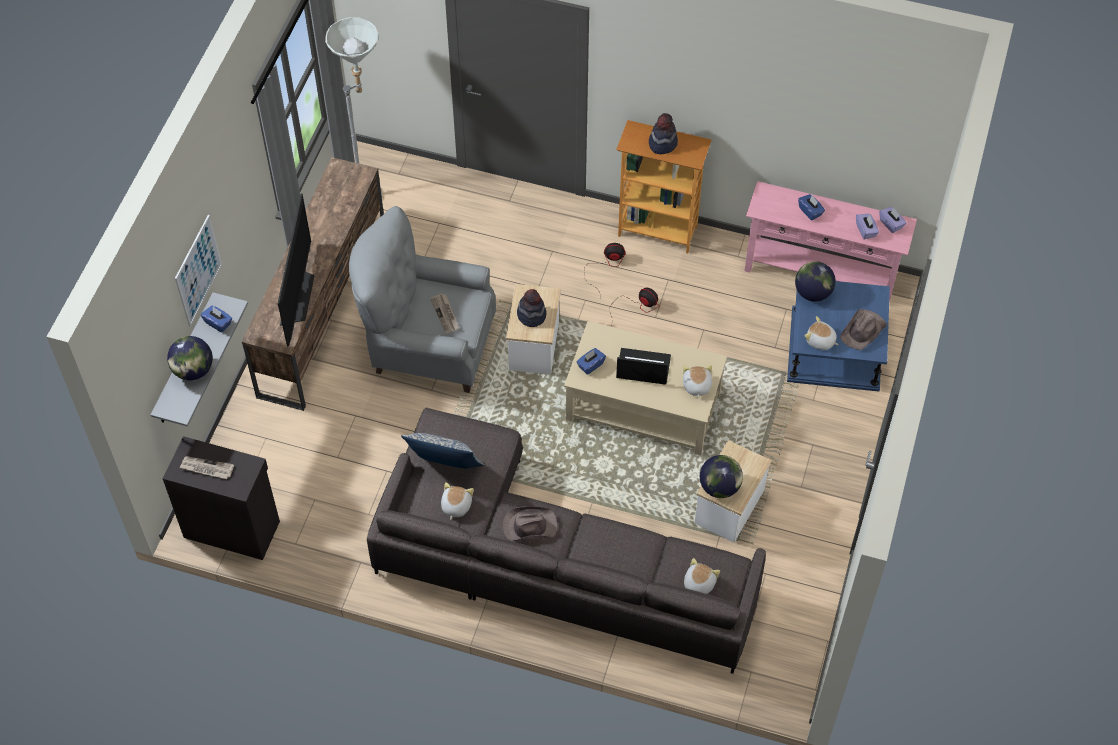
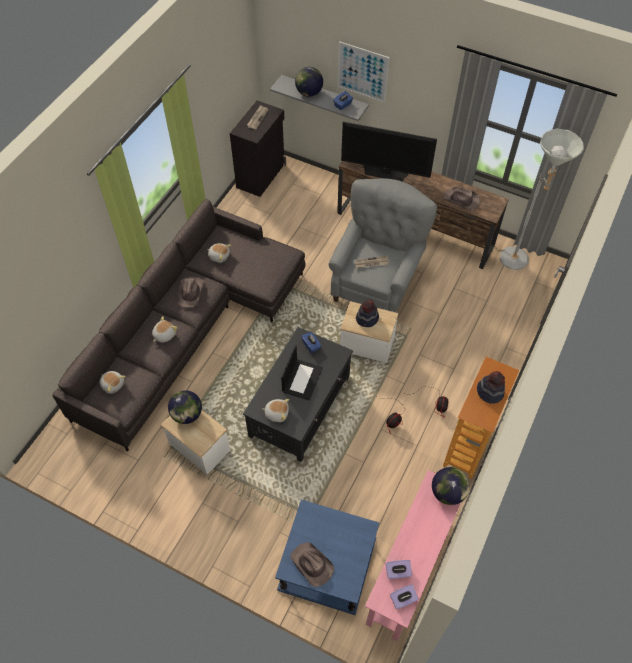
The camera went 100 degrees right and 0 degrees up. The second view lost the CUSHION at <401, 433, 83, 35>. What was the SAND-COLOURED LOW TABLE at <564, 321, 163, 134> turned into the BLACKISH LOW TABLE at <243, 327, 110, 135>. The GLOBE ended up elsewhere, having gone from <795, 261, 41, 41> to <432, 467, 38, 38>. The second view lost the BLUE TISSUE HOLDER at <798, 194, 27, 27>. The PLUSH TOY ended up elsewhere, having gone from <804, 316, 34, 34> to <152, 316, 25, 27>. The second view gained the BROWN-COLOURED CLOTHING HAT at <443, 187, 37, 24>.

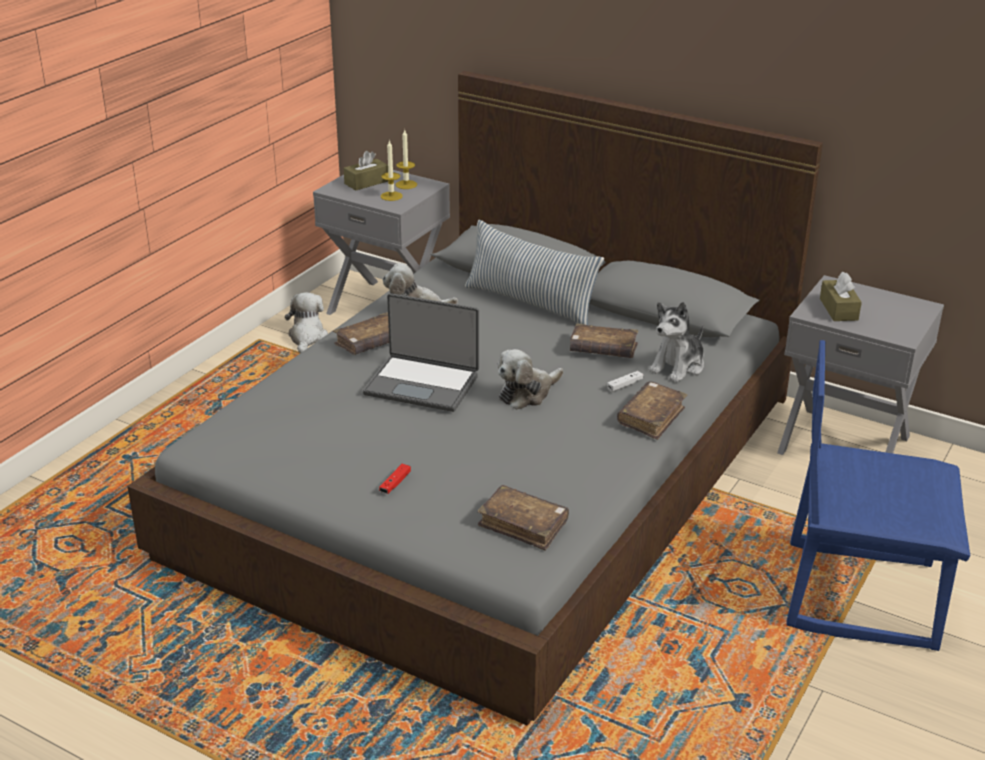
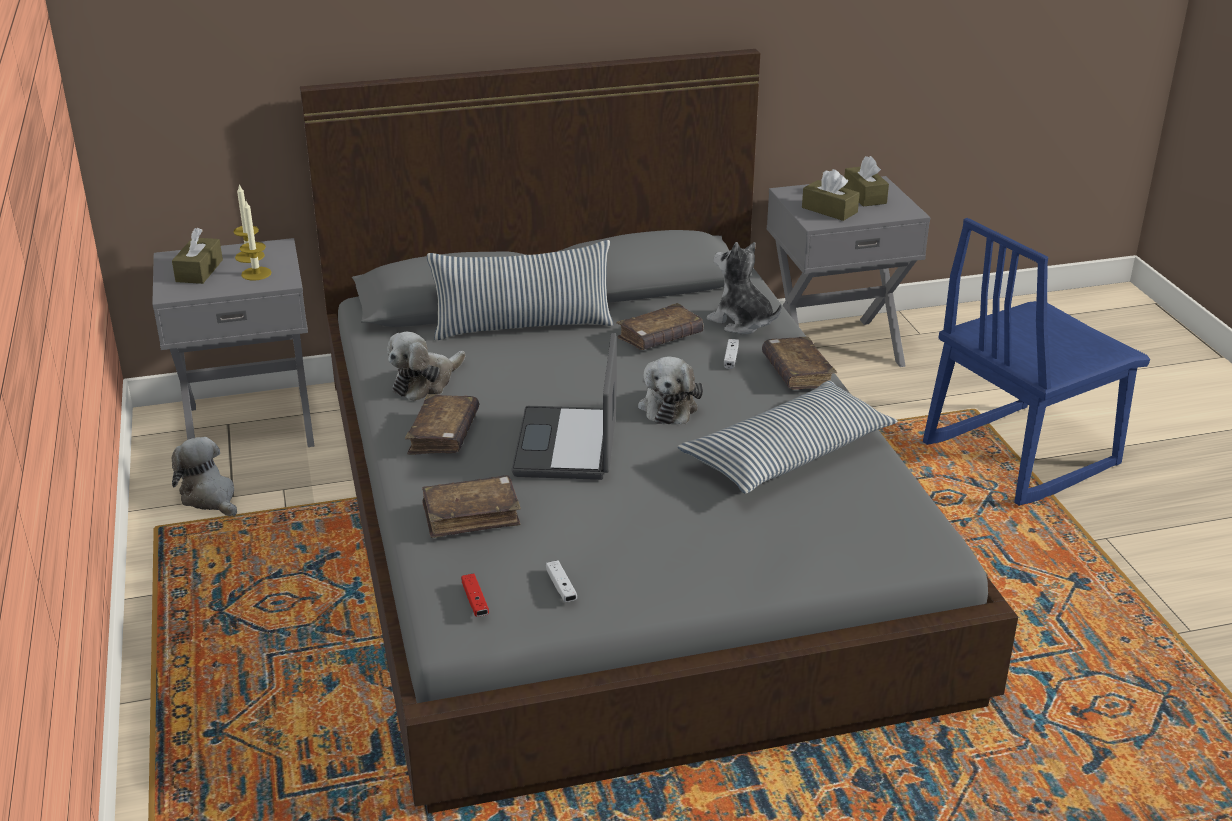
The camera went 45 degrees left and 0 degrees up. The NOTEBOOK COMPUTER at <363, 293, 116, 119> ended up facing another way, 120 degrees clockwise from before. The RED-COLOURED JOYPAD ended up elsewhere, having gone from <379, 464, 32, 30> to <461, 574, 28, 43>. The BROWN-COLOURED BOOK ended up elsewhere, having gone from <478, 485, 91, 66> to <422, 475, 99, 63>. The PLUSH TOY at <649, 302, 55, 81> ended up facing another way, 135 degrees clockwise from before. The second view gained the WHITE-COLOURED JOYPAD at <546, 560, 31, 42>. The second view gained the CUSHION at <678, 381, 220, 113>. The second view gained the BROWN-COLOURED TISSUE HOLDER at <843, 156, 46, 51>.

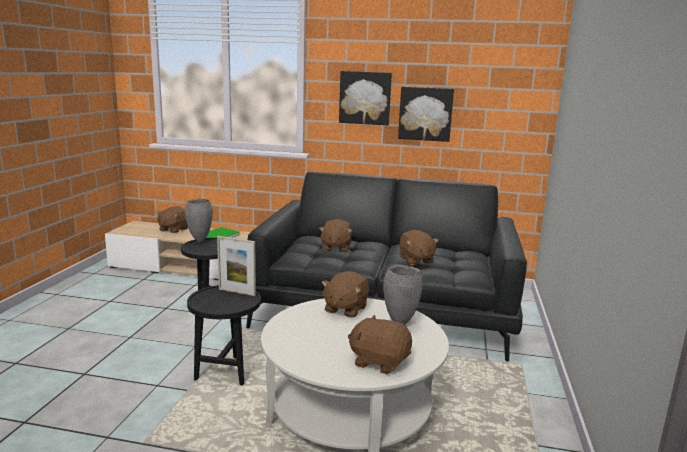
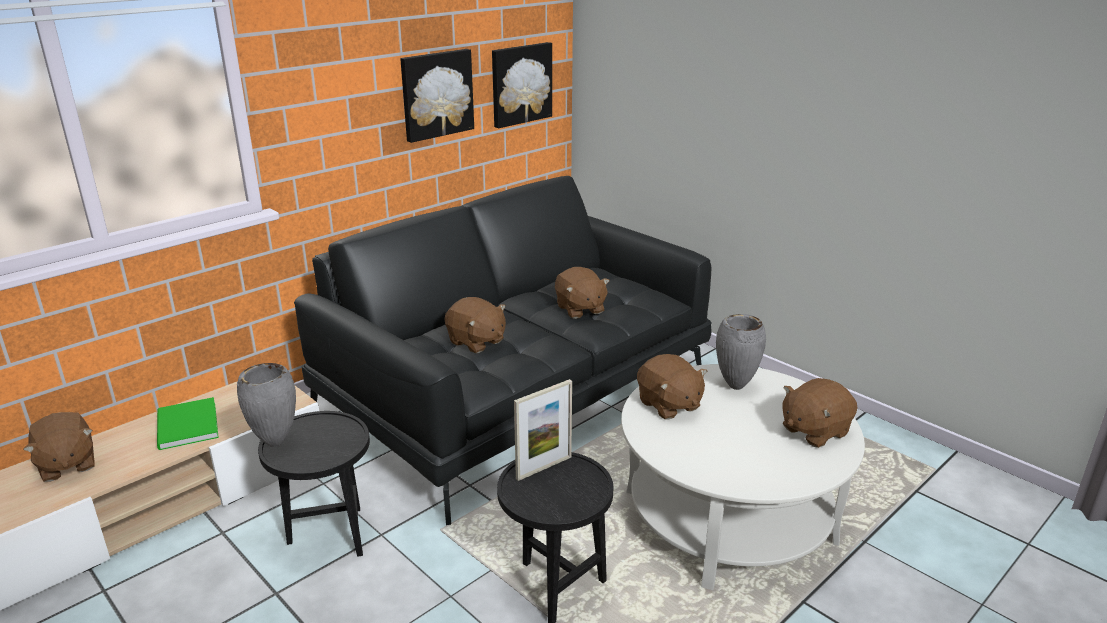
The camera went 55 degrees left and 10 degrees up. The PICTURE ended up elsewhere, having gone from <339, 71, 53, 54> to <492, 42, 60, 86>. The BROWN-COLOURED PLUSH TOY at <399, 230, 40, 35> ended up facing another way, 45 degrees clockwise from before.

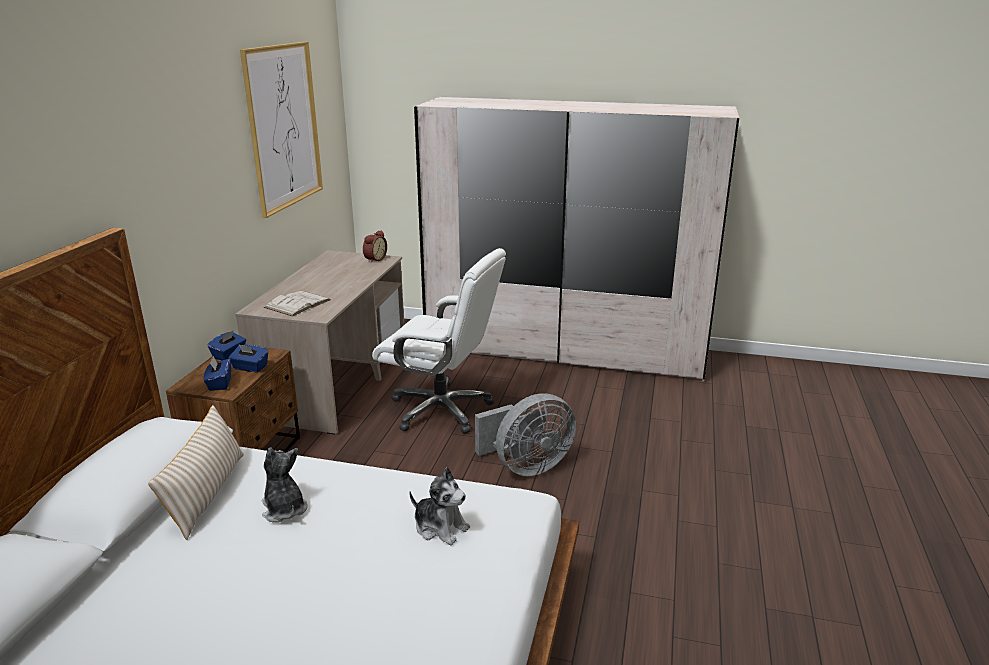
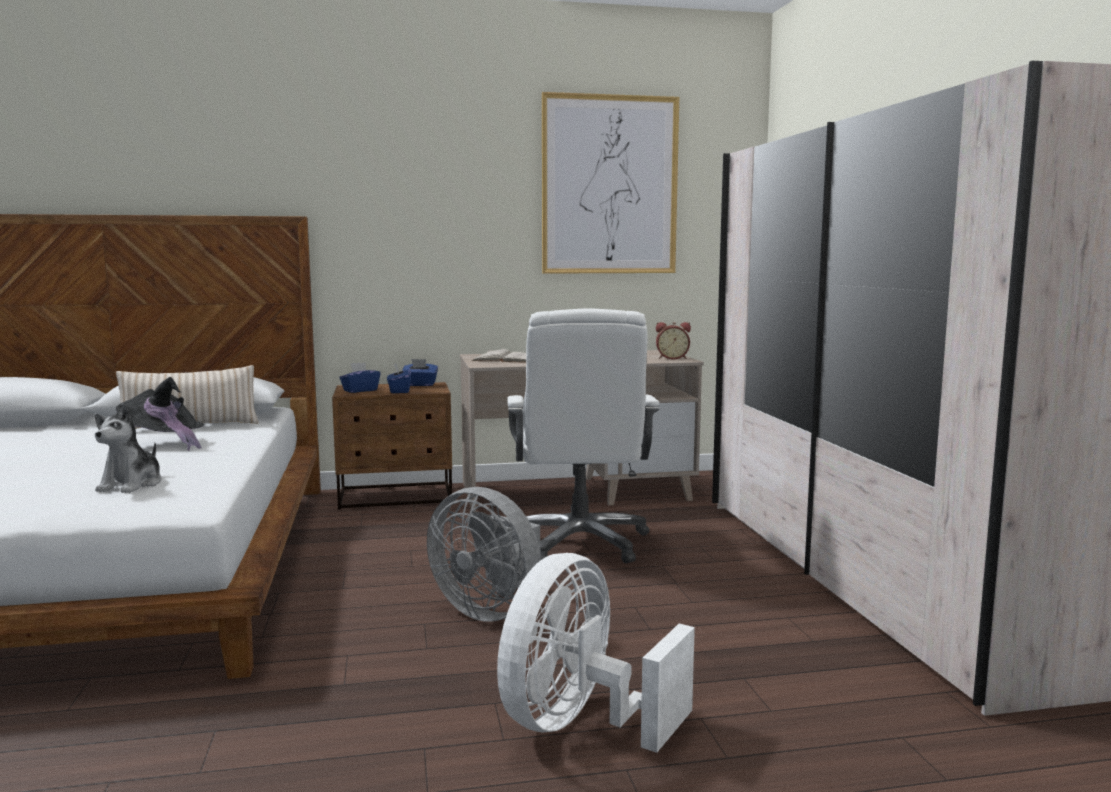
The camera went 65 degrees right and 15 degrees down. Where the PLUSH TOY stood at <262, 448, 45, 75>, the BLACKISH CLOTHING HAT came to stand at <116, 377, 89, 74>. The second view gained the WHITE-COLOURED ELECTRIC FAN at <497, 553, 198, 200>.

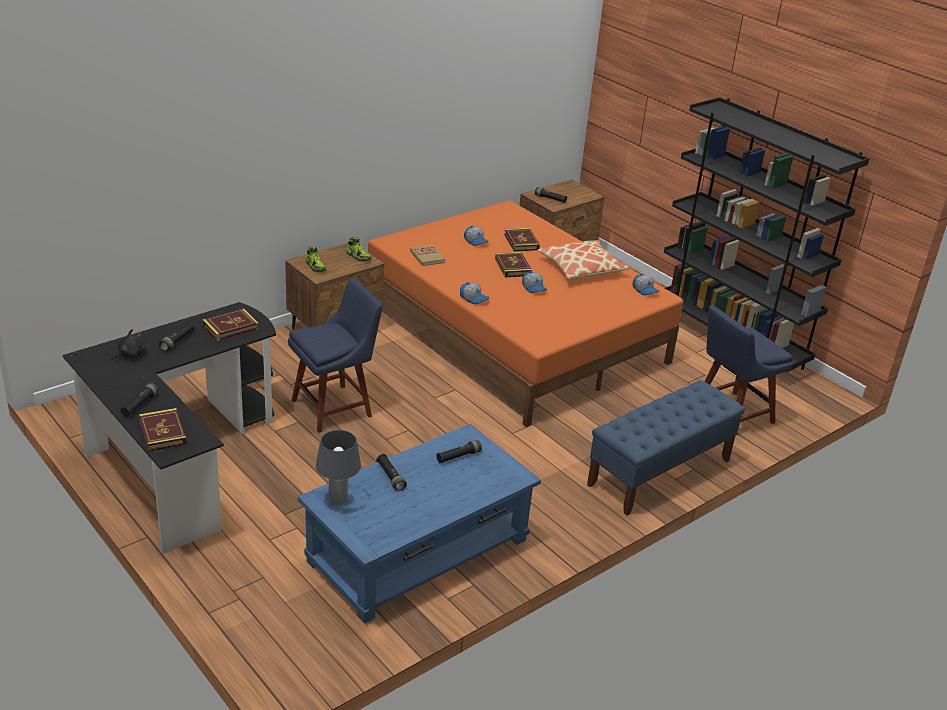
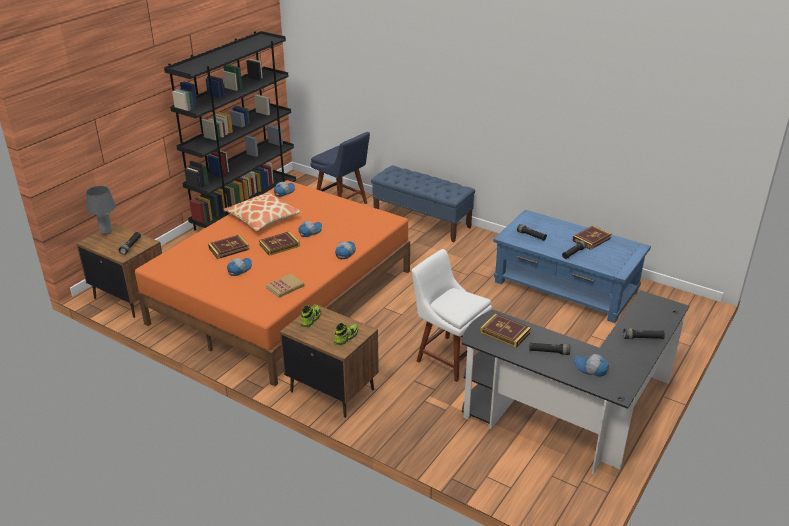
The camera went 105 degrees left and 0 degrees up. Where the BLACKISH PLUSH TOY stood at <111, 329, 34, 32>, the CAP came to stand at <574, 354, 35, 23>. The BOOK ended up elsewhere, having gone from <139, 408, 48, 44> to <572, 225, 40, 25>. What was the BLUE PLAIN CHAIR at <288, 279, 95, 154> turned into the WHITE-COLOURED PLAIN CHAIR at <412, 249, 80, 133>. The GREY TABLETOP LAMP ended up elsewhere, having gone from <316, 430, 45, 75> to <86, 186, 30, 49>.

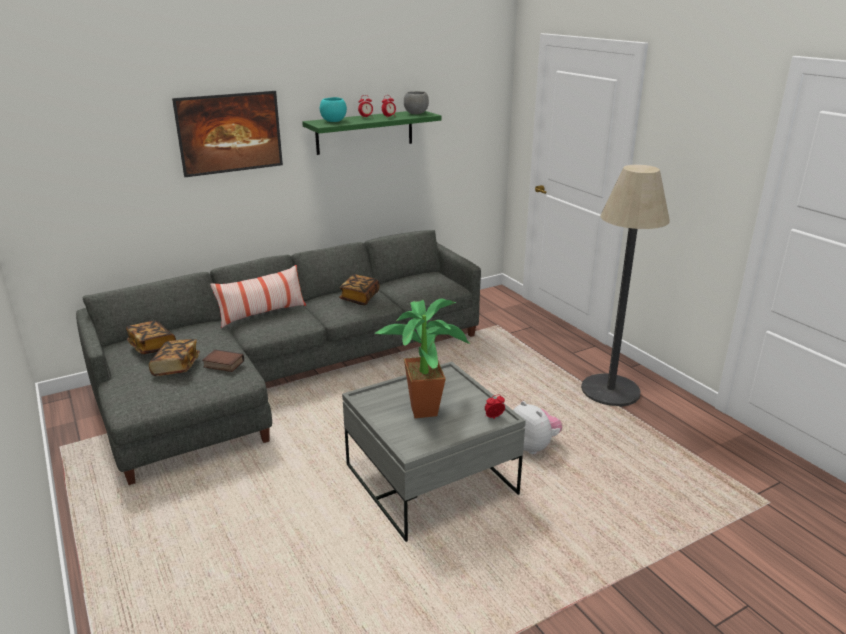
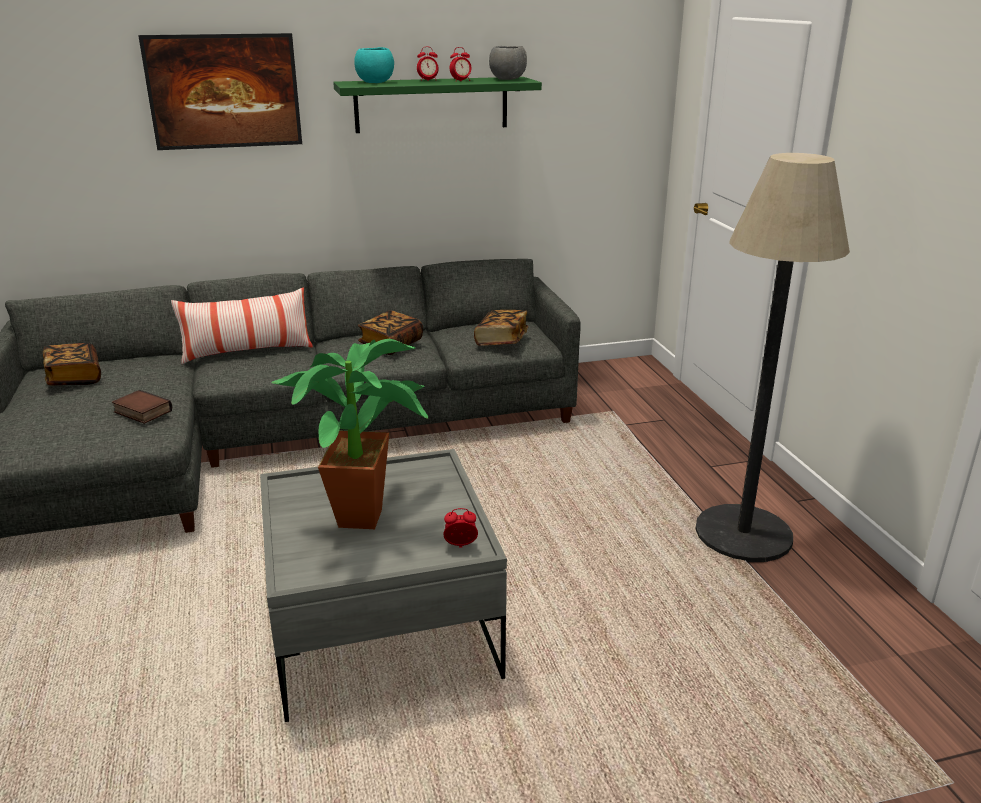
The camera went 15 degrees right and 0 degrees up. The BOOK ended up elsewhere, having gone from <149, 339, 51, 37> to <474, 310, 54, 36>. The second view lost the PLUSH TOY at <513, 401, 49, 53>.

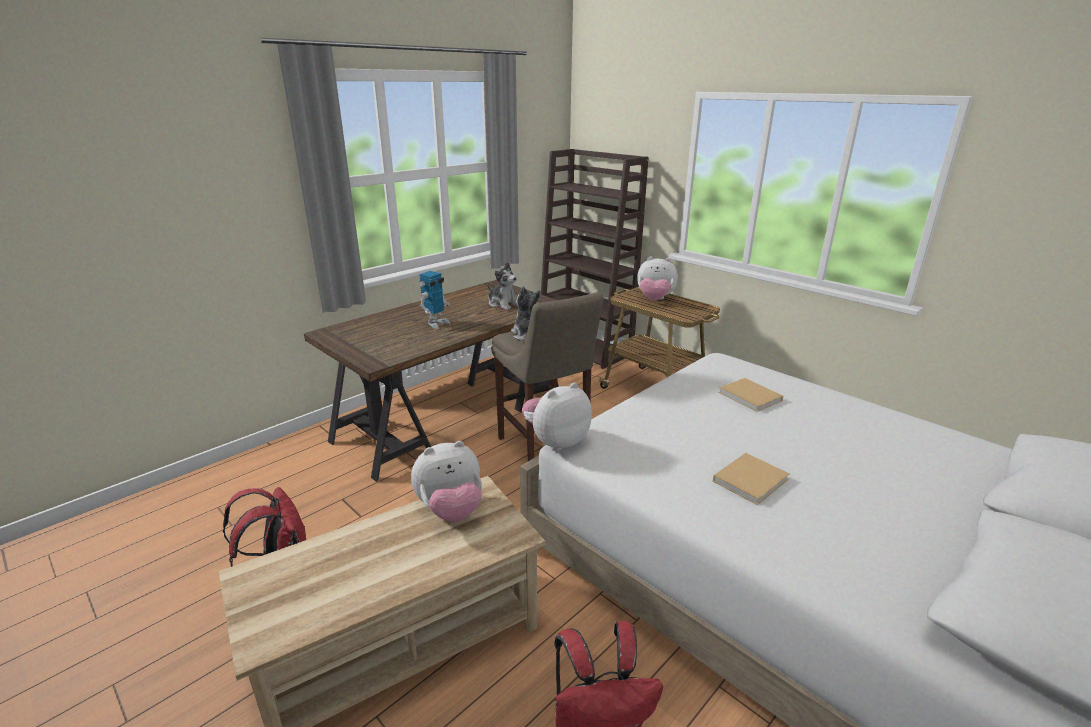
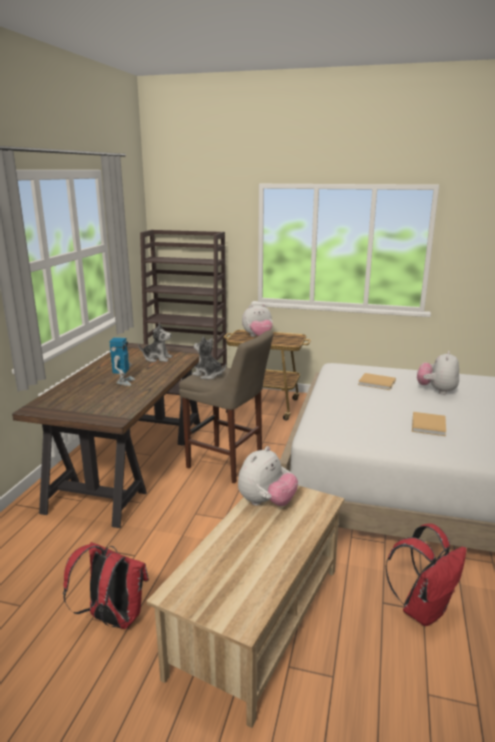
The camera went 30 degrees left and 5 degrees down. The PLUSH TOY ended up elsewhere, having gone from <522, 382, 70, 69> to <417, 351, 42, 44>.

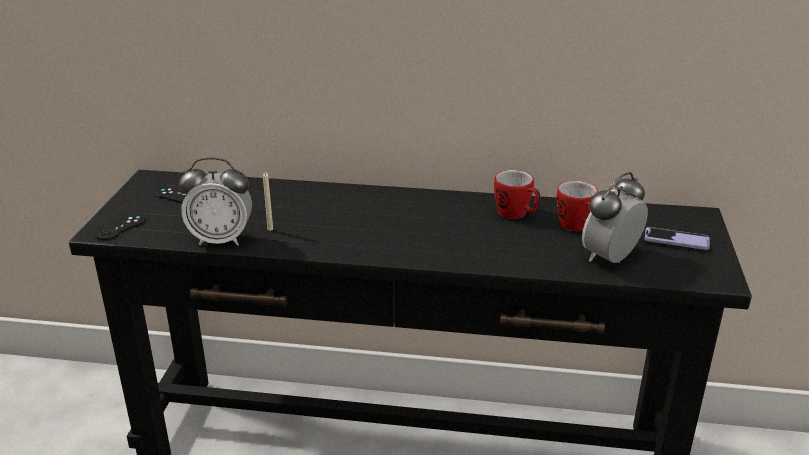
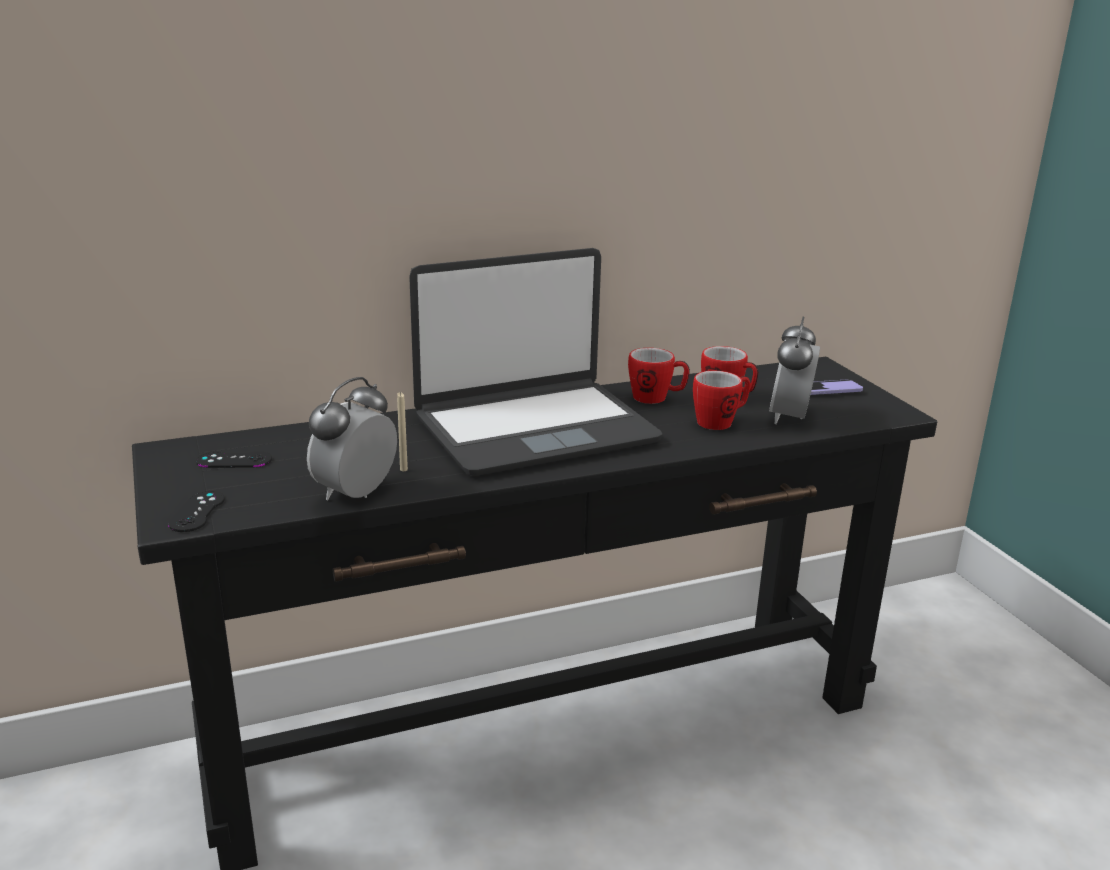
The camera went 30 degrees left and 5 degrees down. The TABLE CLOCK at <179, 157, 73, 89> ended up facing another way, 150 degrees clockwise from before. The second view gained the NOTEBOOK COMPUTER at <409, 248, 253, 228>. The second view gained the COFFEE MUG at <693, 371, 58, 59>.

